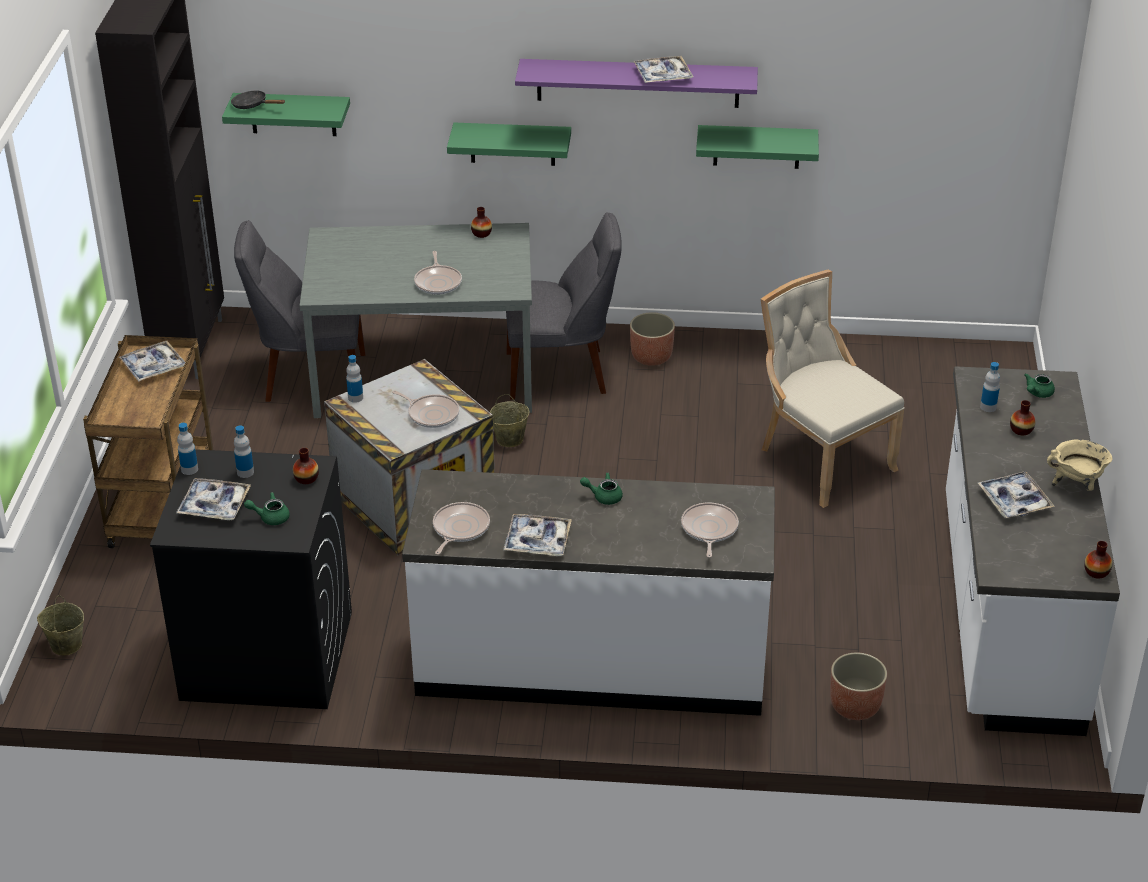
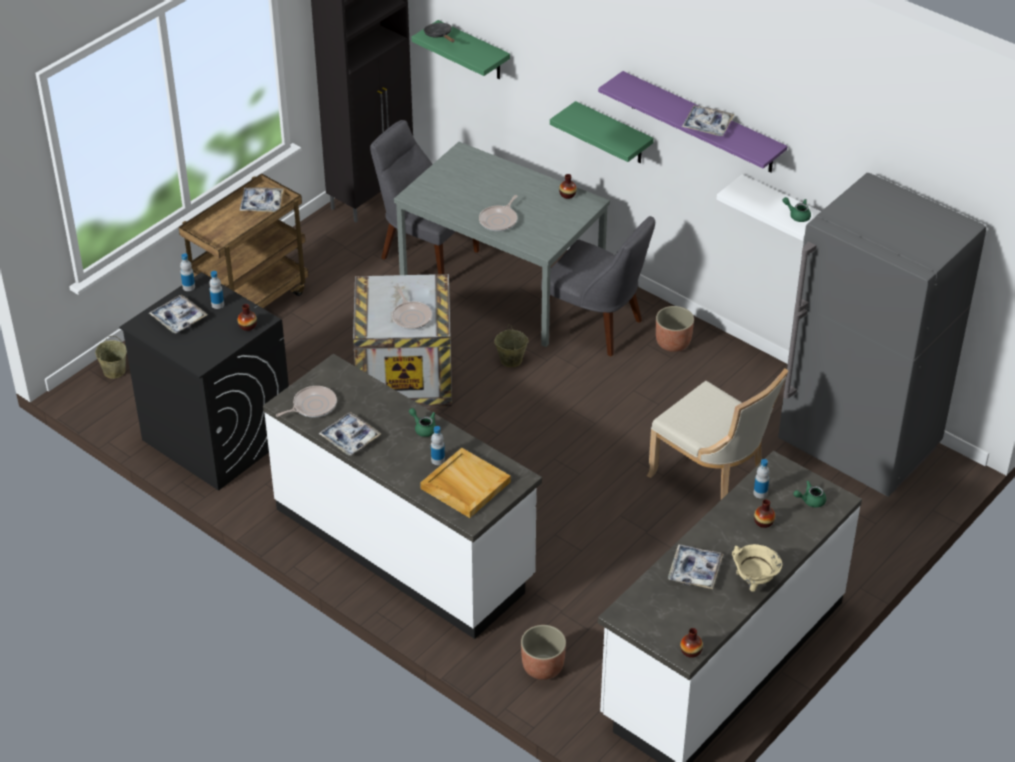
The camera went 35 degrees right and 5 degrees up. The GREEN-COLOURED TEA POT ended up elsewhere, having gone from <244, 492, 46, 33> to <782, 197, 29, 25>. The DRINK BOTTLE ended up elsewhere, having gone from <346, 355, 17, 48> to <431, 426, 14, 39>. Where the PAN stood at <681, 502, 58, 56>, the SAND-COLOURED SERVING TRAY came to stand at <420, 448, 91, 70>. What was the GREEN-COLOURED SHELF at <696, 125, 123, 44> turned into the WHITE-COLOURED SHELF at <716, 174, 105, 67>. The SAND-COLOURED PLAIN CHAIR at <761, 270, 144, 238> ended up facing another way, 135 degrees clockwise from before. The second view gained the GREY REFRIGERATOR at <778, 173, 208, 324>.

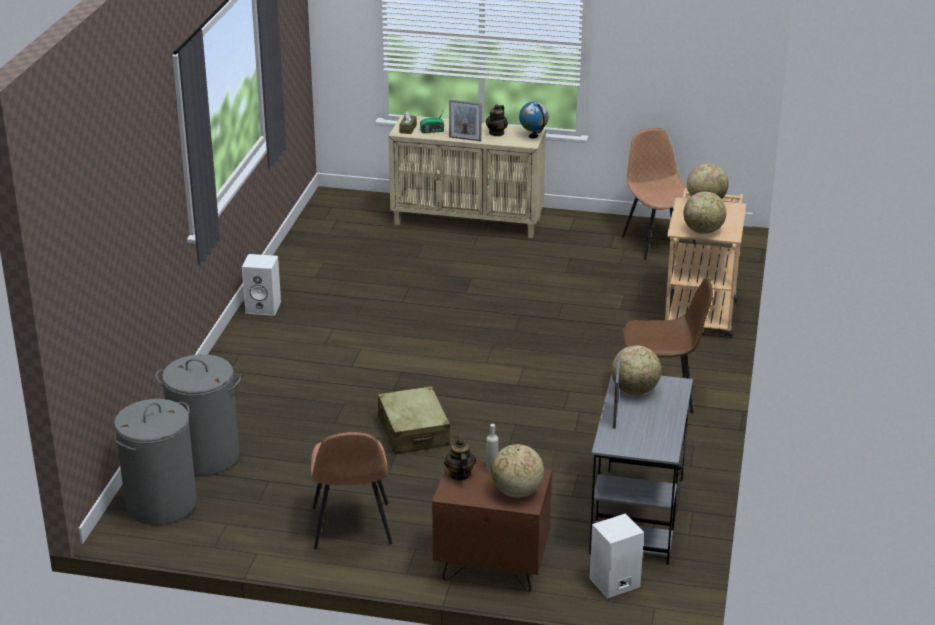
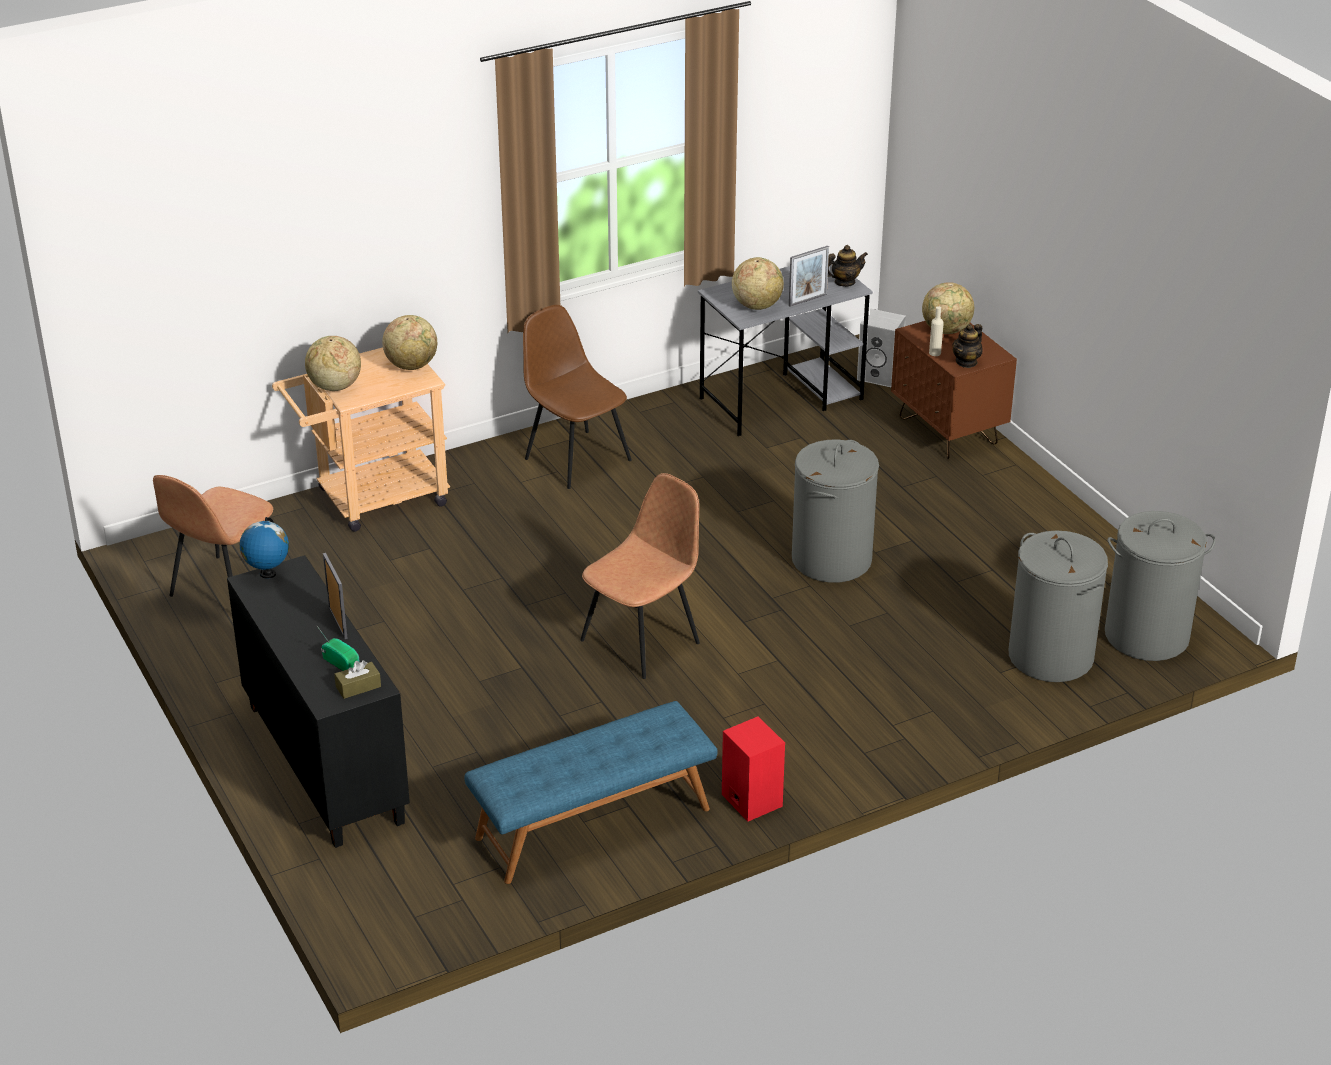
The camera went 130 degrees left and 5 degrees up. What was the WHITE-COLOURED AUDIO SPEAKER at <242, 254, 39, 62> turned into the RED-COLOURED AUDIO SPEAKER at <722, 717, 63, 105>. The BROWN-COLOURED PLAIN CHAIR ended up elsewhere, having gone from <311, 432, 82, 118> to <580, 473, 120, 206>. Where the SAND-COLOURED PIECE OF LUGGAGE stood at <378, 386, 72, 68>, the GREY HAMPER came to stand at <792, 440, 87, 143>. What was the SAND-COLOURED CUPBOARD at <388, 116, 158, 122> turned into the BLACKISH CUPBOARD at <227, 555, 183, 293>. The TEA POT ended up elsewhere, having gone from <486, 104, 22, 32> to <828, 245, 40, 42>. The second view gained the BLUE INDOOR BENCH at <464, 701, 253, 183>.

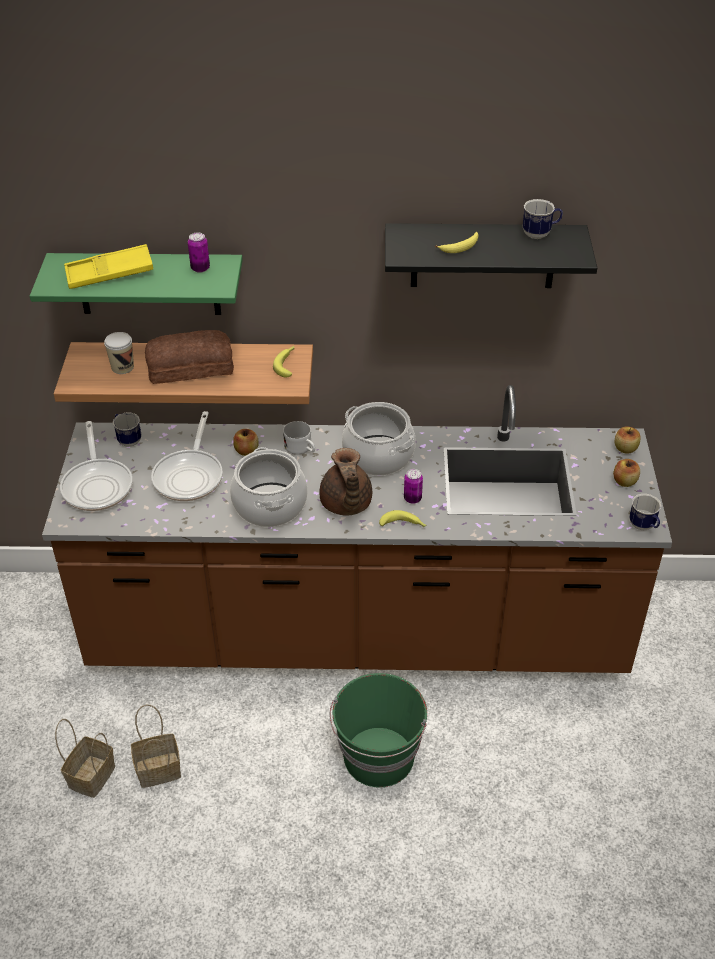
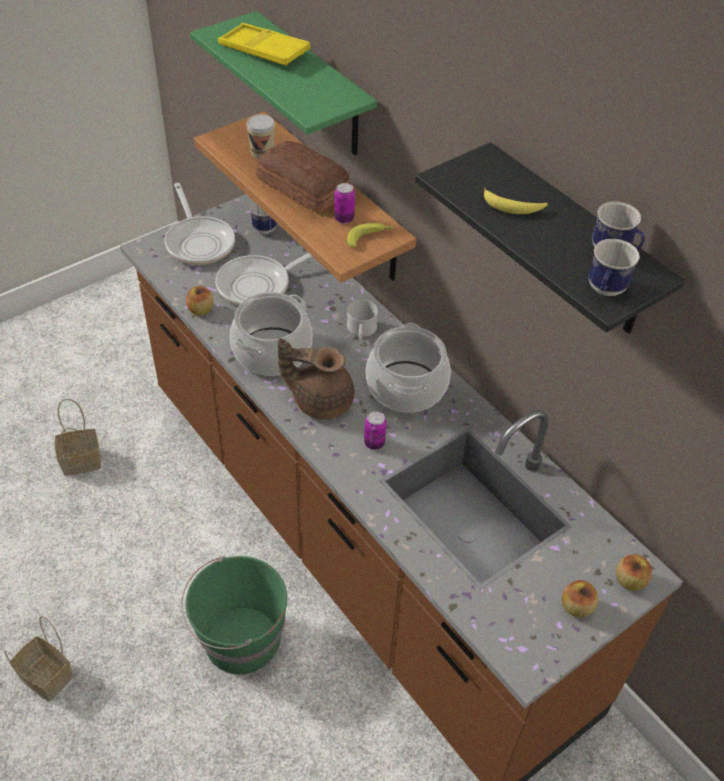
The camera went 50 degrees right and 5 degrees up. The PAN at <60, 421, 73, 90> ended up facing another way, 60 degrees counterclockwise from before. The HOUSEHOLD BASKET ended up elsewhere, having gone from <131, 705, 50, 83> to <4, 616, 69, 85>. The METAL CAN ended up elsewhere, having gone from <188, 233, 22, 40> to <334, 183, 21, 41>. The APPLE ended up elsewhere, having gone from <233, 429, 25, 27> to <186, 286, 27, 30>. The BROWN-COLOURED TEA POT at <319, 448, 53, 68> ended up facing another way, 60 degrees clockwise from before. The second view lost the BANANA FRUIT at <379, 510, 48, 17>. The COFFEE MUG ended up elsewhere, having gone from <629, 494, 32, 36> to <588, 239, 52, 57>.

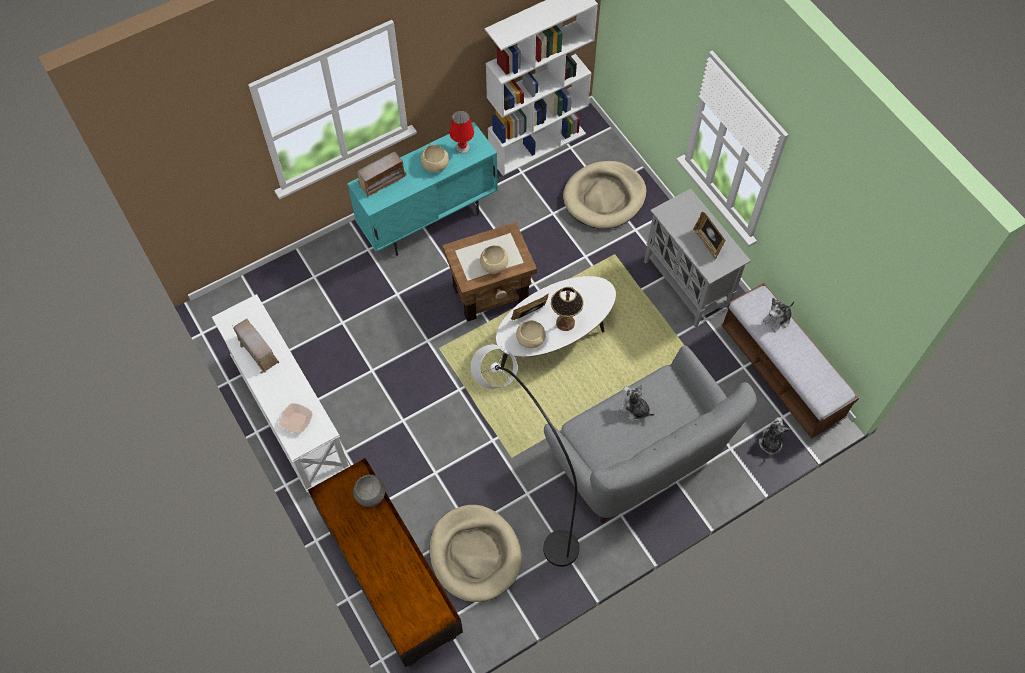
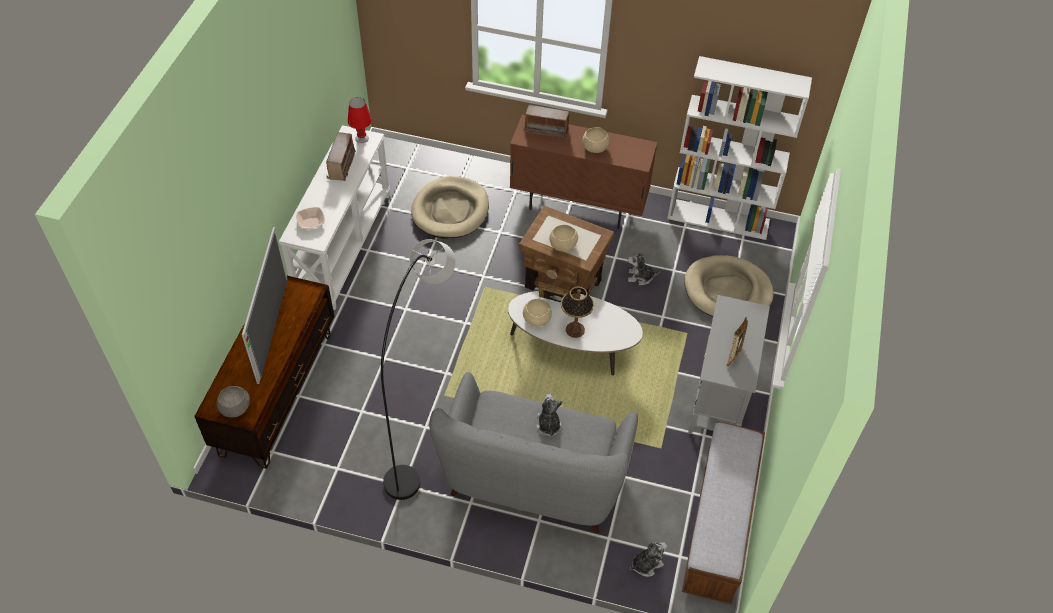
The camera went 45 degrees right and 10 degrees down. What was the TURQUOISE-COLOURED CUPBOARD at <347, 122, 151, 134> turned into the BROWN-COLOURED CUPBOARD at <510, 115, 147, 114>. The GREY DEEP DISH ended up elsewhere, having gone from <353, 474, 32, 33> to <216, 386, 34, 32>. The SAND-COLOURED DOG CUSHION ended up elsewhere, having gone from <430, 505, 92, 97> to <411, 176, 78, 62>. The RED-COLOURED TABLETOP LAMP ended up elsewhere, having gone from <450, 111, 24, 43> to <348, 97, 24, 46>. The PLUSH TOY ended up elsewhere, having gone from <763, 298, 31, 34> to <628, 249, 32, 36>. The second view gained the TELEVISION at <242, 227, 45, 157>.

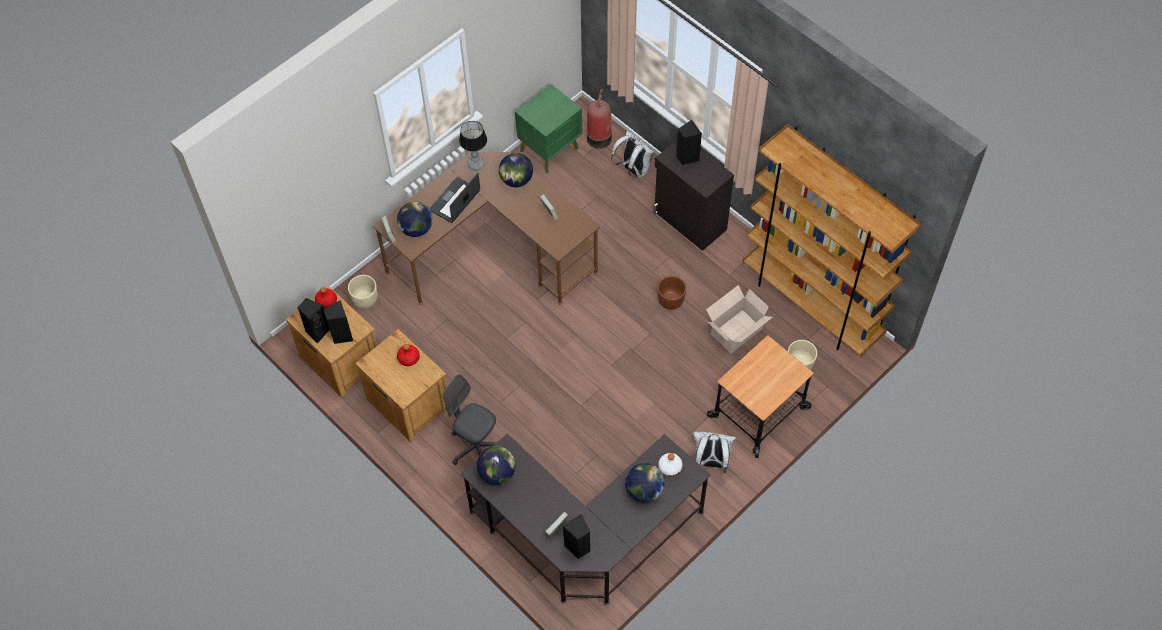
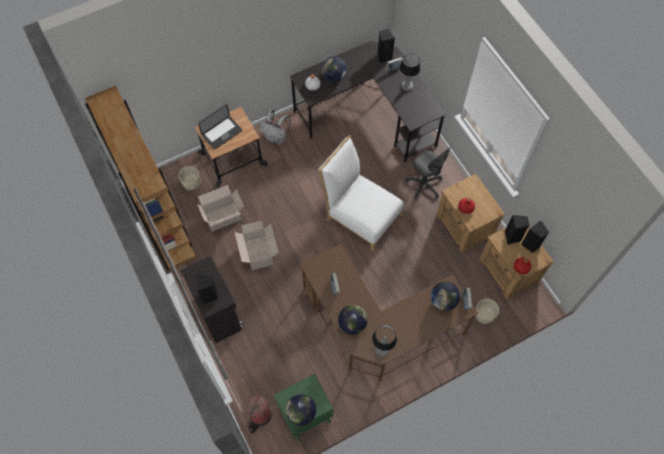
The camera went 165 degrees left and 5 degrees up. The NOTEBOOK COMPUTER ended up elsewhere, having gone from <429, 173, 51, 50> to <198, 104, 44, 46>. The GLOBE ended up elsewhere, having gone from <477, 446, 38, 39> to <286, 394, 30, 32>. The second view lost the WHITE-COLOURED RUCKSACK at <611, 131, 44, 47>. Where the BROWN-COLOURED PLANTER stood at <658, 276, 28, 34>, the CARTON came to stand at <235, 221, 44, 49>. The second view gained the WHITE-COLOURED PLAIN CHAIR at <318, 135, 85, 117>. The second view gained the TABLETOP LAMP at <400, 53, 20, 38>.

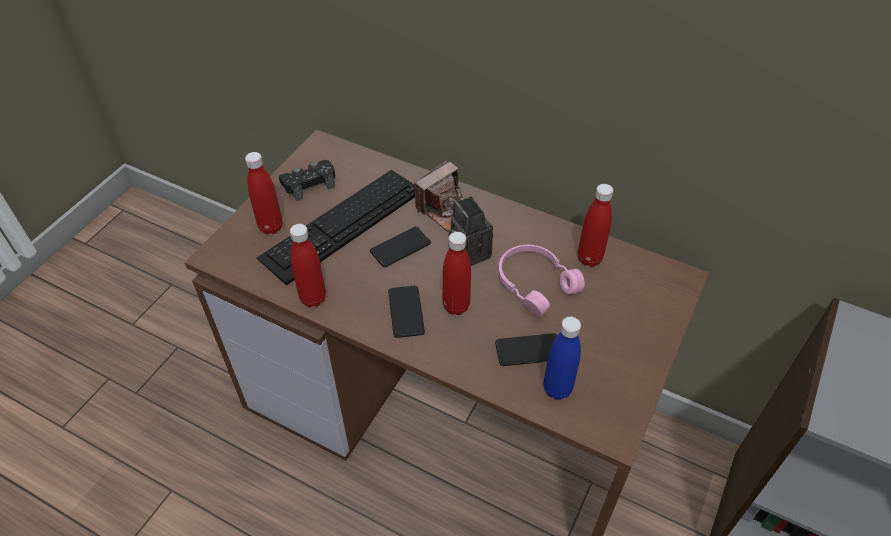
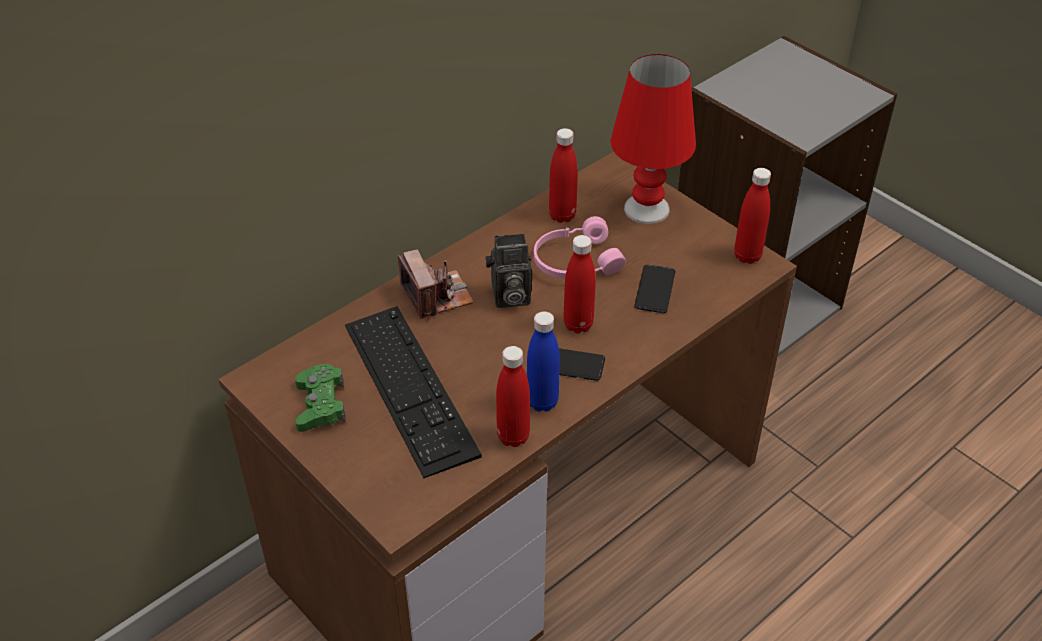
The camera went 70 degrees left and 5 degrees down. The RED-COLOURED DRINK BOTTLE ended up elsewhere, having gone from <245, 152, 38, 82> to <734, 168, 37, 96>. What was the BLACKISH JOYPAD at <279, 160, 56, 41> turned into the GREEN-COLOURED JOYPAD at <295, 364, 51, 68>. The second view lost the HANDSET at <370, 227, 61, 40>. The BLUE DRINK BOTTLE ended up elsewhere, having gone from <544, 316, 37, 84> to <527, 311, 33, 101>. The second view gained the RED-COLOURED TABLETOP LAMP at <610, 54, 86, 170>.

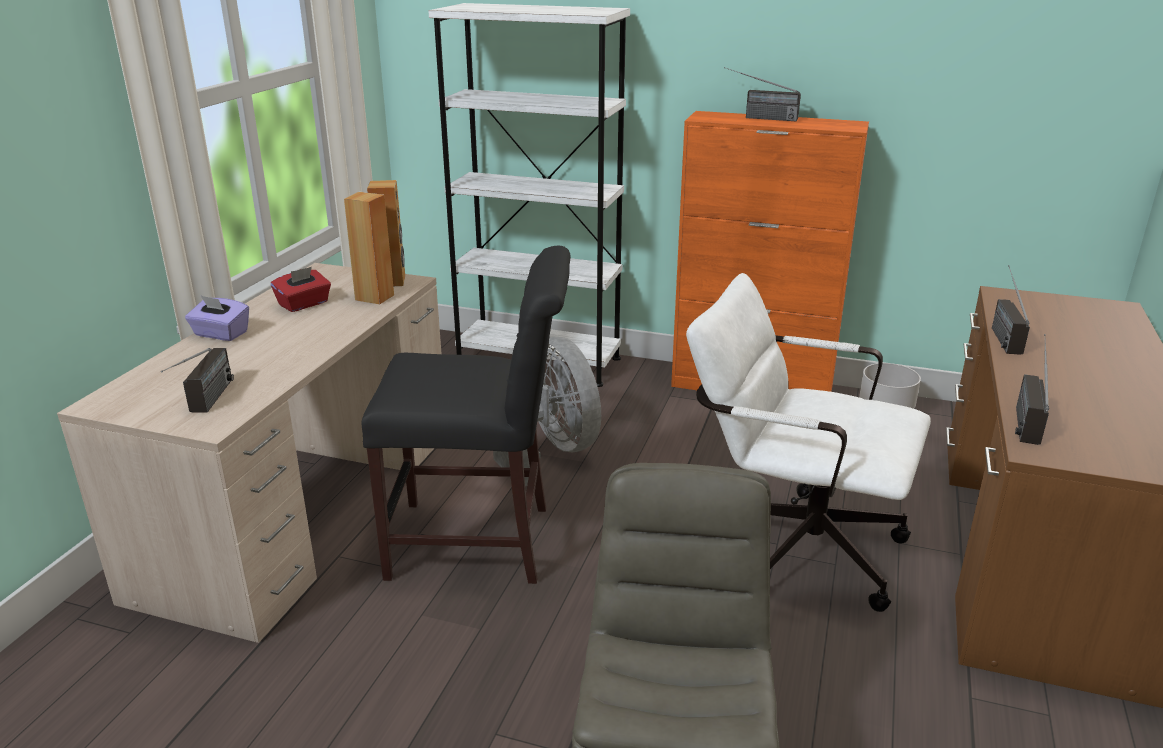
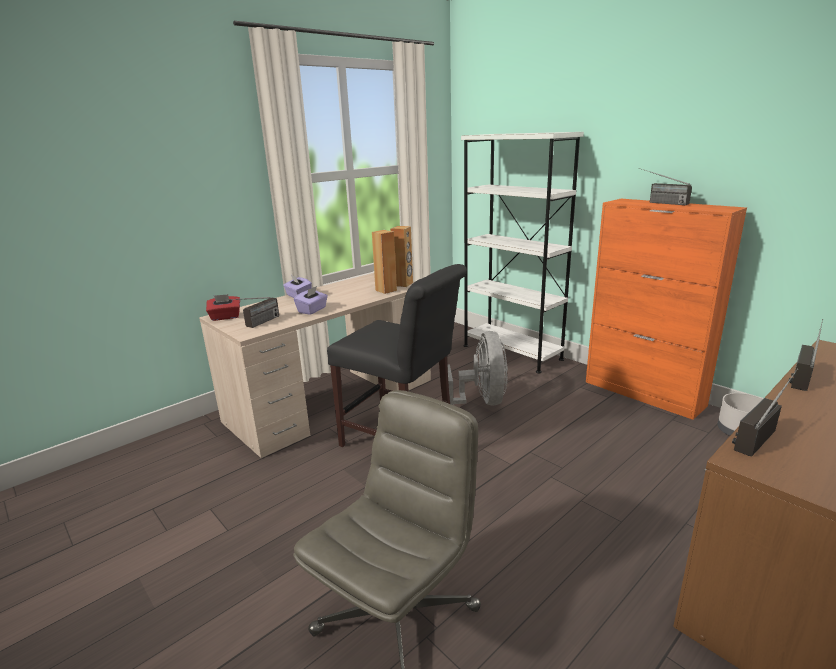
The camera went 30 degrees right and 5 degrees down. The RED-COLOURED TISSUE HOLDER ended up elsewhere, having gone from <271, 267, 60, 45> to <206, 294, 34, 27>. The second view lost the WHITE-COLOURED OFFICE CHAIR at <686, 273, 245, 339>. The second view gained the PURPLE-COLOURED TISSUE HOLDER at <294, 286, 34, 29>.

